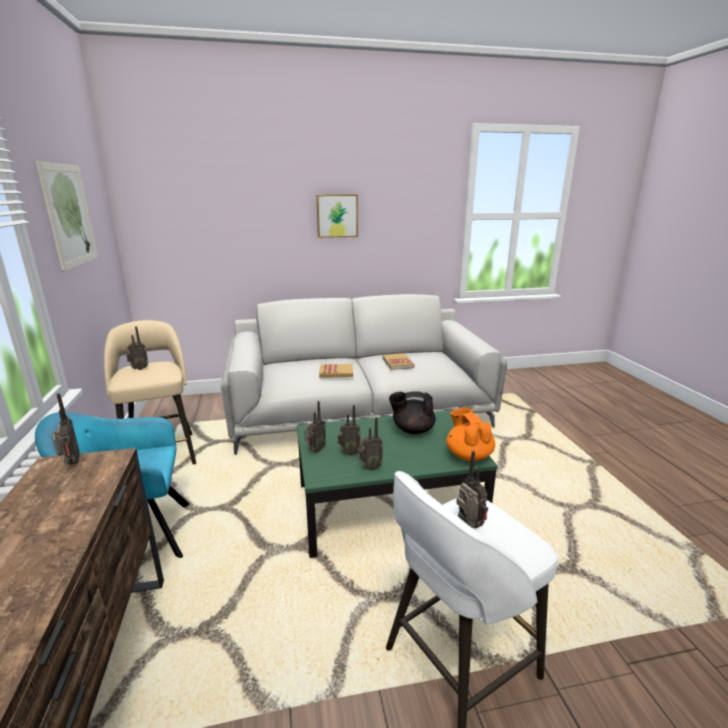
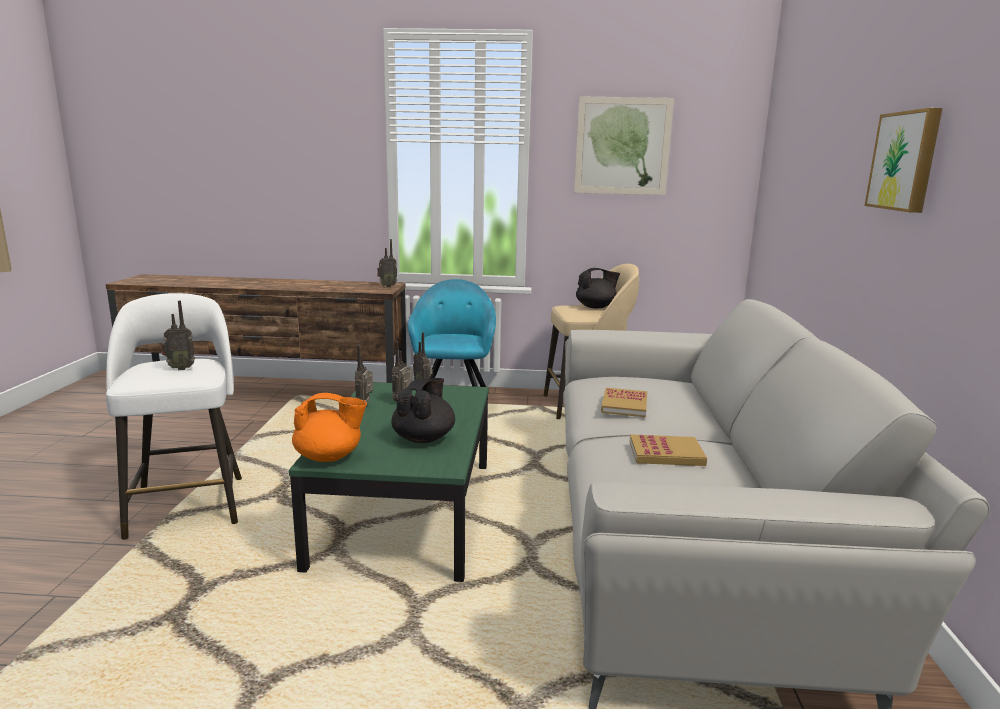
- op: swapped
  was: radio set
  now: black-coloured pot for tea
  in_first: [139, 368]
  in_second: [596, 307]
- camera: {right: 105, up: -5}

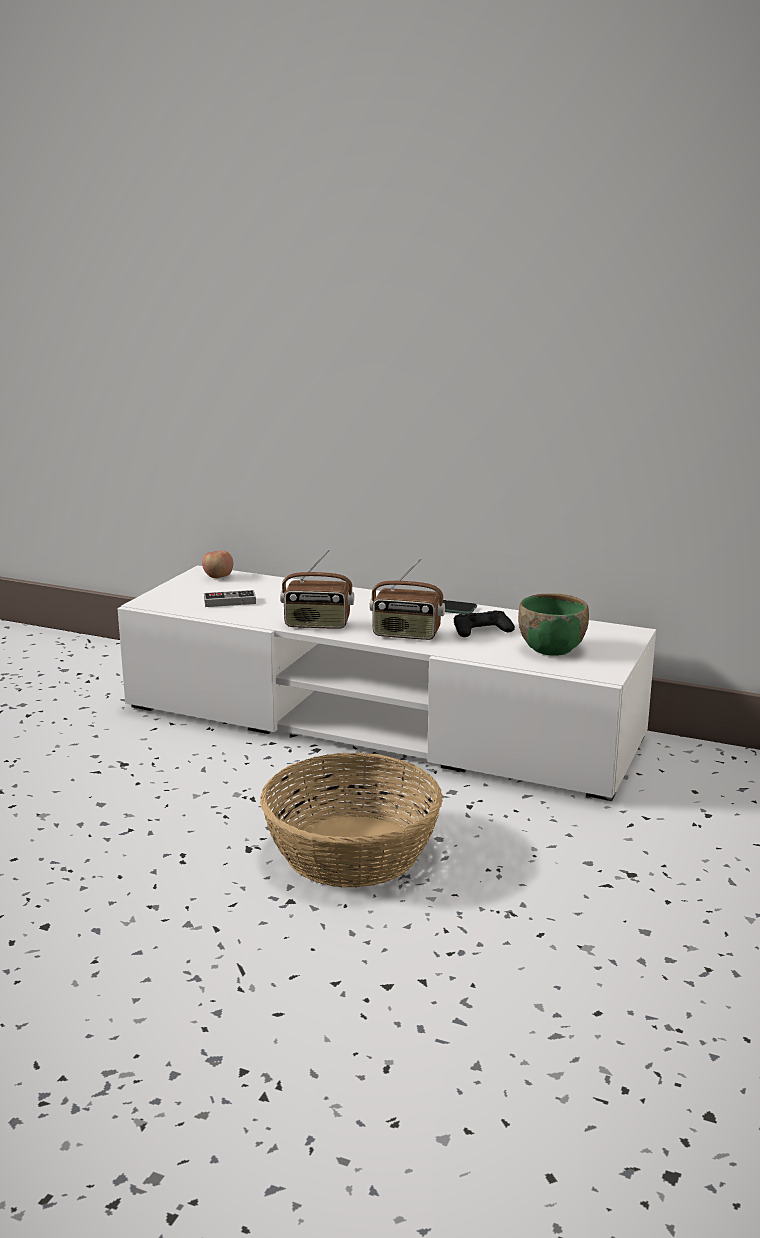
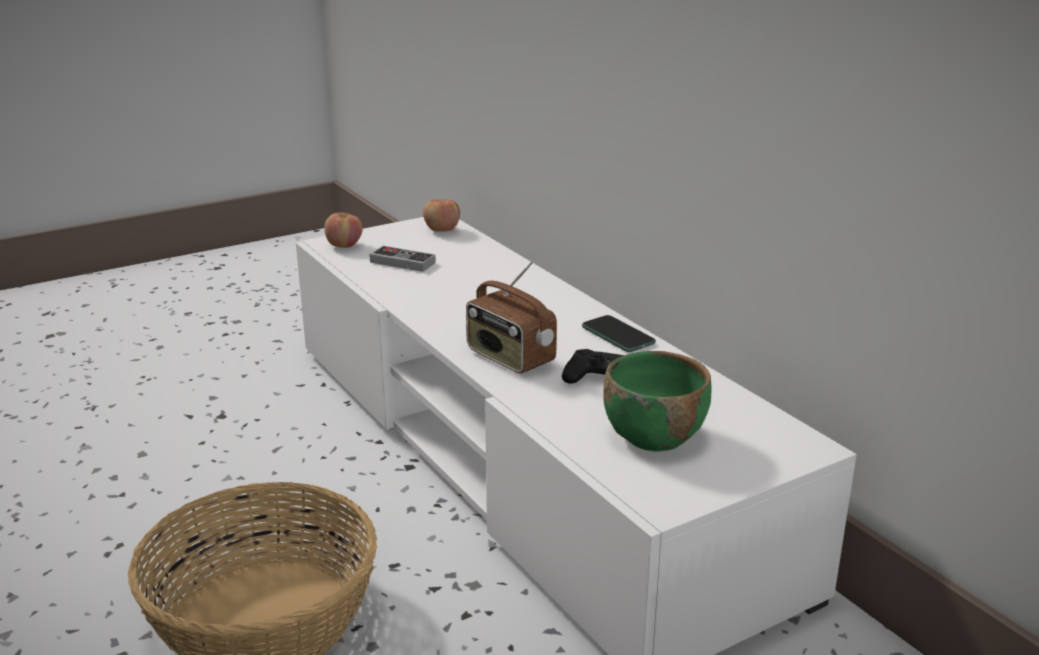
- op: gone
  was: radio set
  in_first: [317, 625]
- op: new
  now: apple
  in_second: [344, 245]
- camera: {right: 35, up: 5}

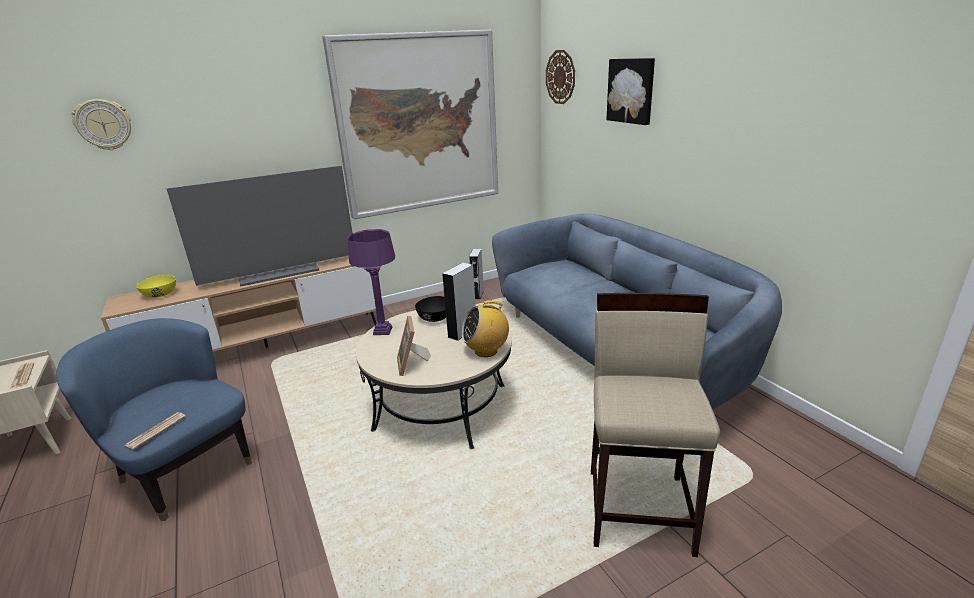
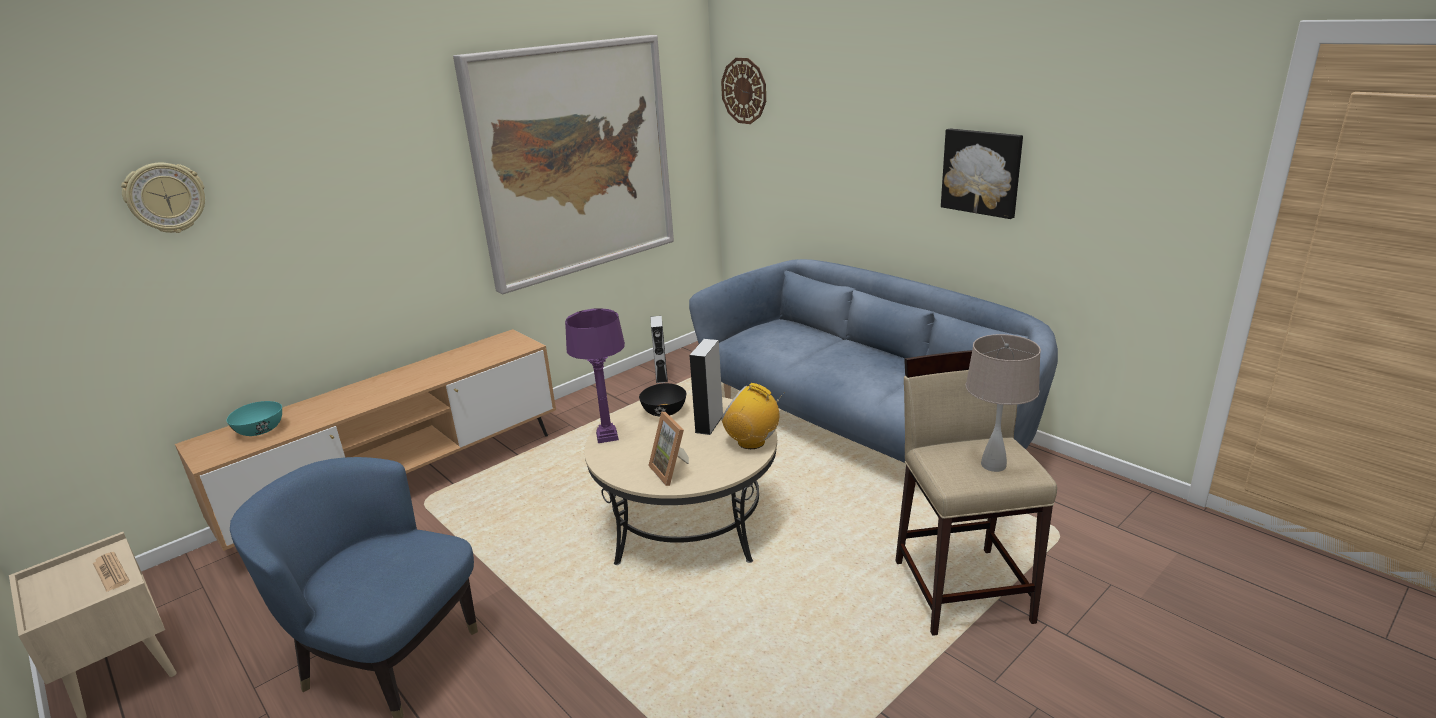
- op: gone
  was: newspaper
  in_first: [156, 431]
- op: repainted
  was: yellow-coloured bowl
  now: blue-green bowl
  in_first: [160, 295]
  in_second: [261, 430]
- op: gone
  was: TV set
  in_first: [279, 272]
- op: rotated
  was: radio set
  in_first: [486, 351]
  in_second: [752, 442]
  clockwise: 60
- op: shifted
  was: picture
  in_first: [631, 91]
  in_second: [982, 172]
- op: new
  now: beige lamp for a table
  in_second: [993, 465]
- camera: {right: -15, up: 0}

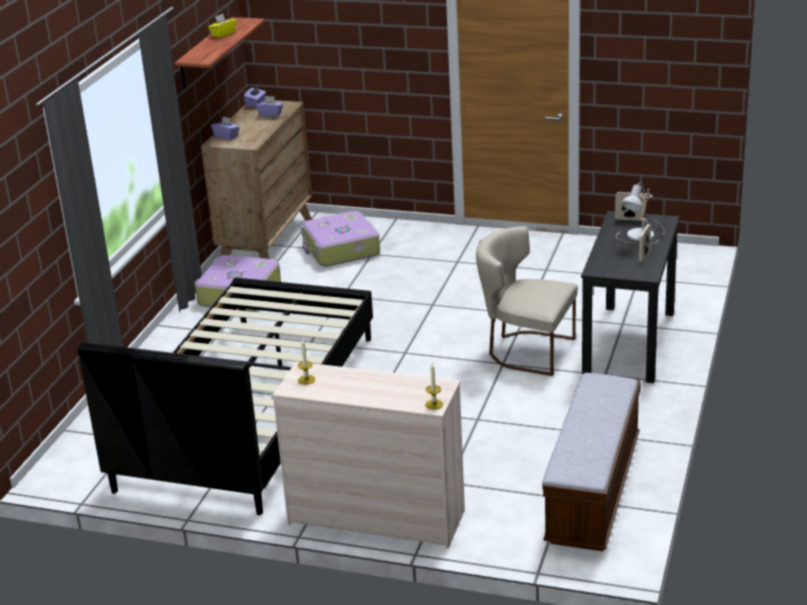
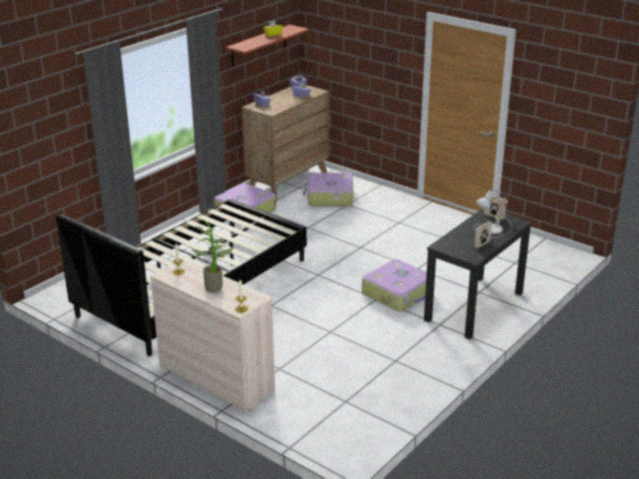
- op: swapped
  was: beige plain chair
  now: suitcase
  in_first: [525, 351]
  in_second: [398, 294]
- op: gone
  was: long seat
  in_first: [593, 490]
- op: new
  now: plant in a pot
  in_second: [215, 286]
- camera: {right: 20, up: 0}

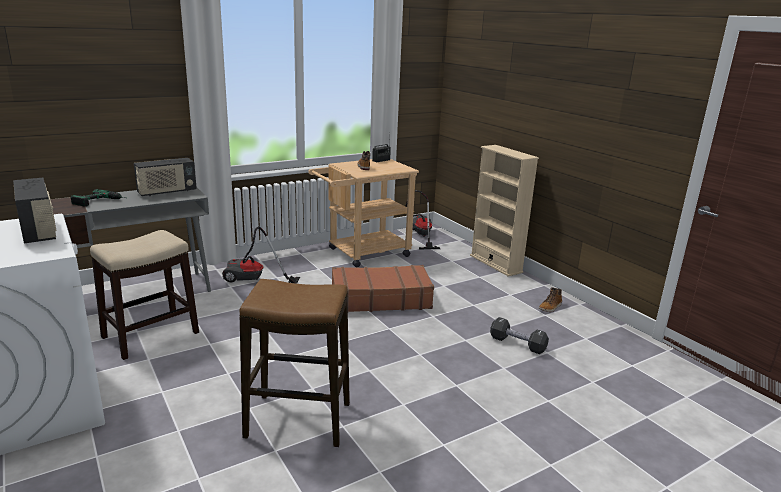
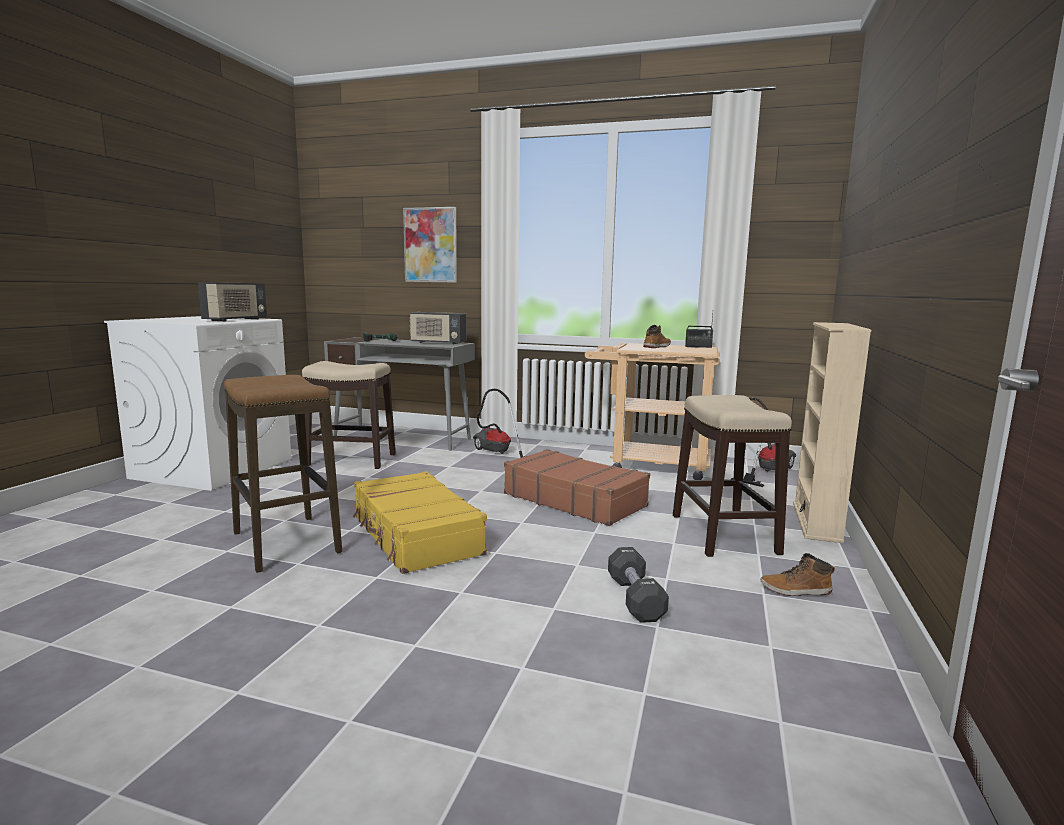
- op: new
  now: yellow-coloured suitcase
  in_second: [415, 535]
- op: new
  now: picture
  in_second: [430, 245]
- op: new
  now: sitting stool
  in_second: [724, 534]
- camera: {right: 50, up: -10}

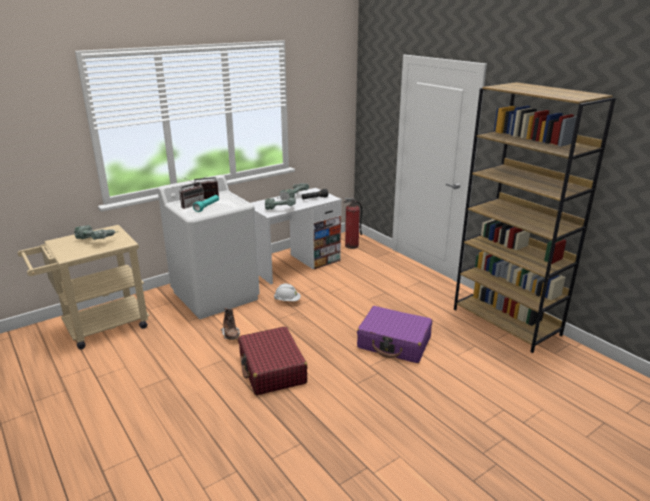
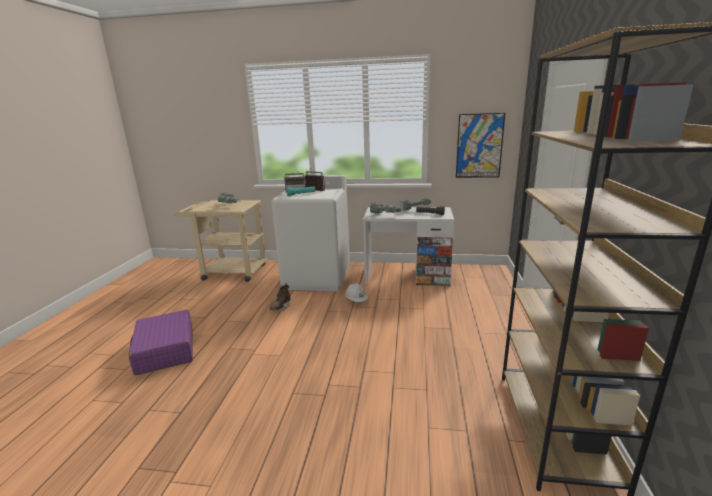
- op: gone
  was: red-coloured suitcase
  in_first: [272, 369]
- op: gone
  was: fire extinguisher
  in_first: [351, 246]
- op: shifted
  was: purplish suitcase
  in_first: [394, 343]
  in_second: [165, 350]
- op: new
  now: picture
  in_second: [479, 146]
- camera: {right: 45, up: -5}

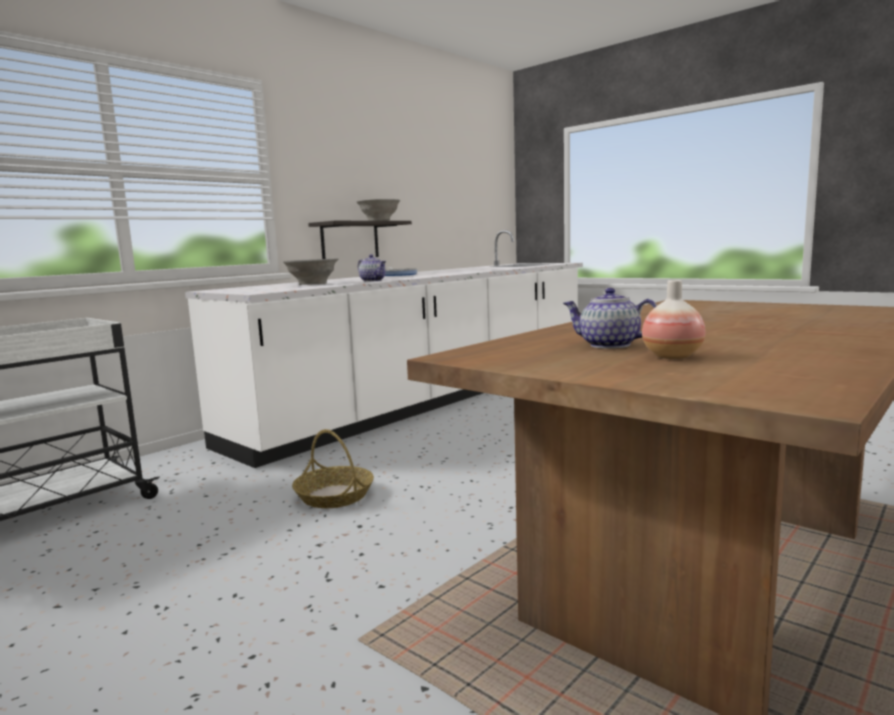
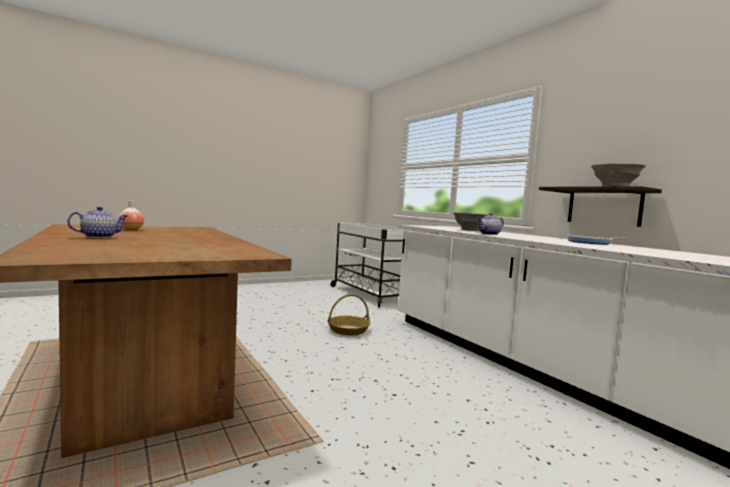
- op: shifted
  was: pot for tea
  in_first: [608, 345]
  in_second: [99, 236]
- camera: {right: 105, up: -5}

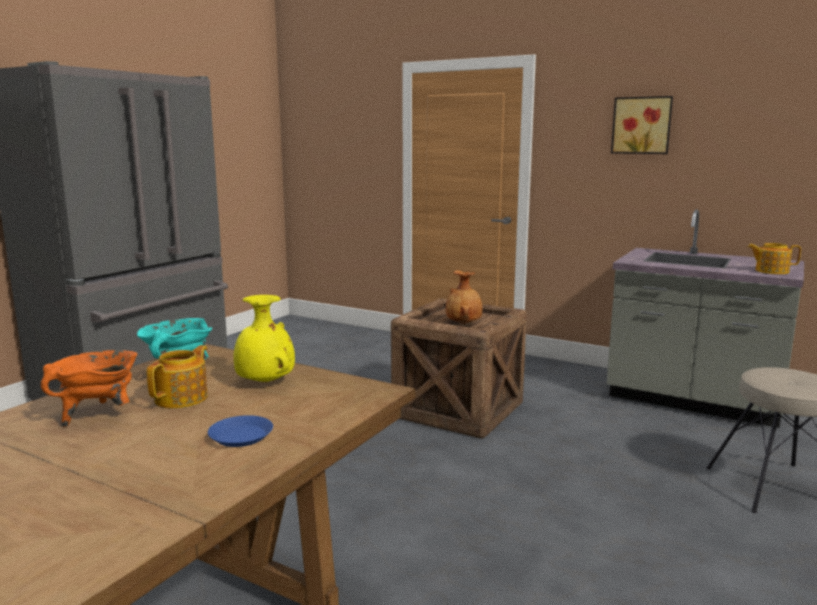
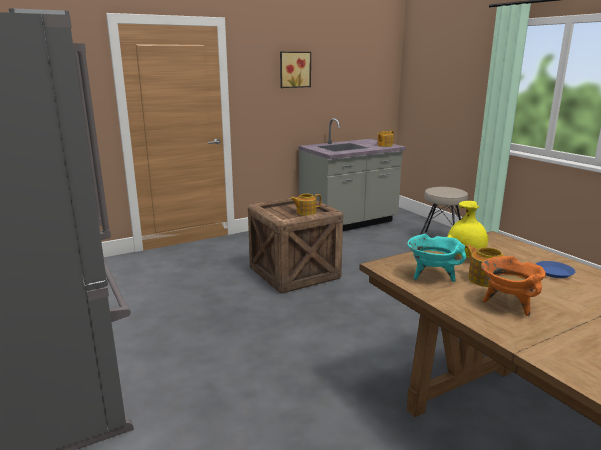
- op: swapped
  was: brownish decorative vase
  now: pot for tea
  in_first: [464, 323]
  in_second: [305, 212]
- camera: {right: -60, up: 5}

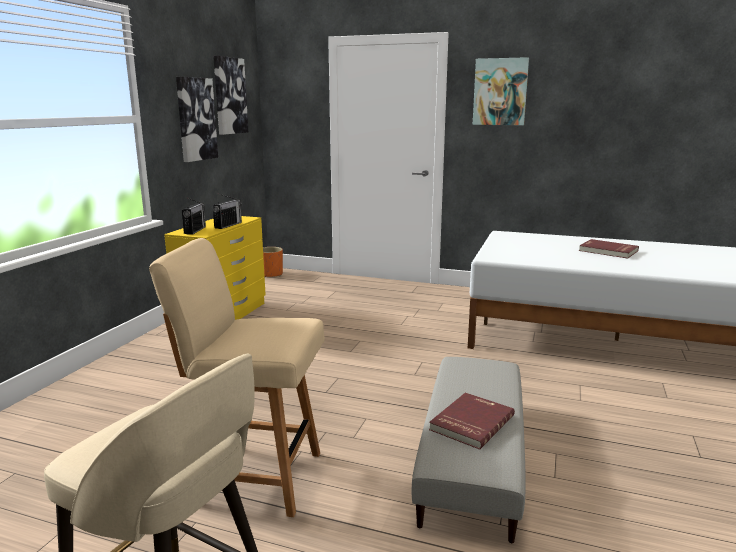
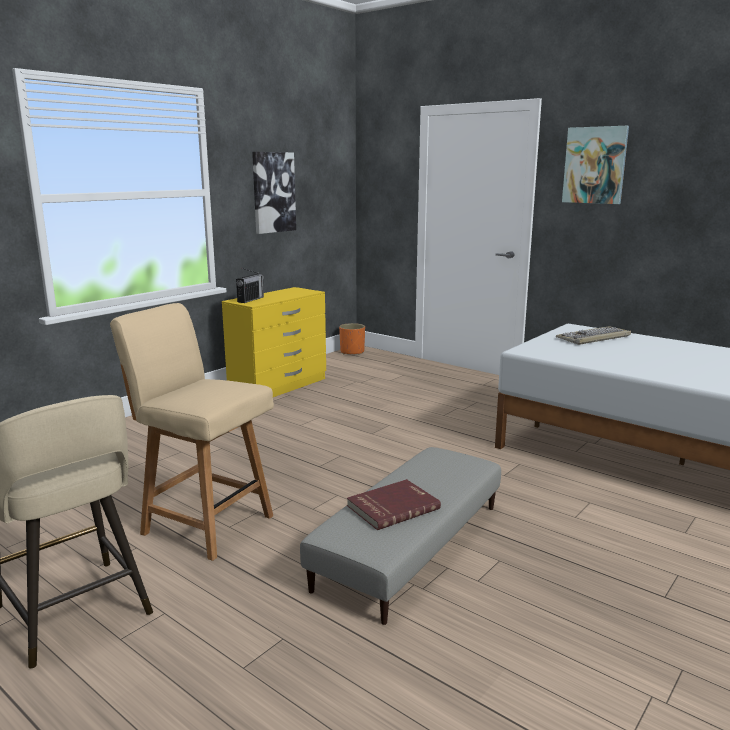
- op: gone
  was: picture
  in_first: [229, 96]
- op: gone
  was: radio set
  in_first: [228, 225]
- op: gone
  was: red-coloured book
  in_first: [608, 251]
- op: new
  now: computer keyboard
  in_second: [594, 338]
- camera: {right: 20, up: 0}

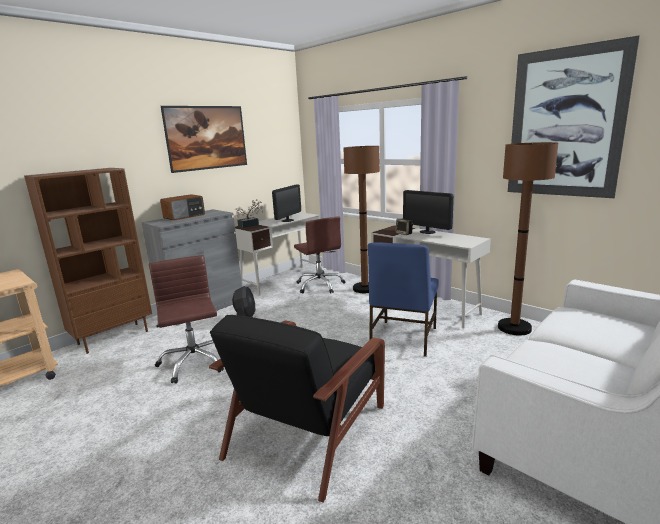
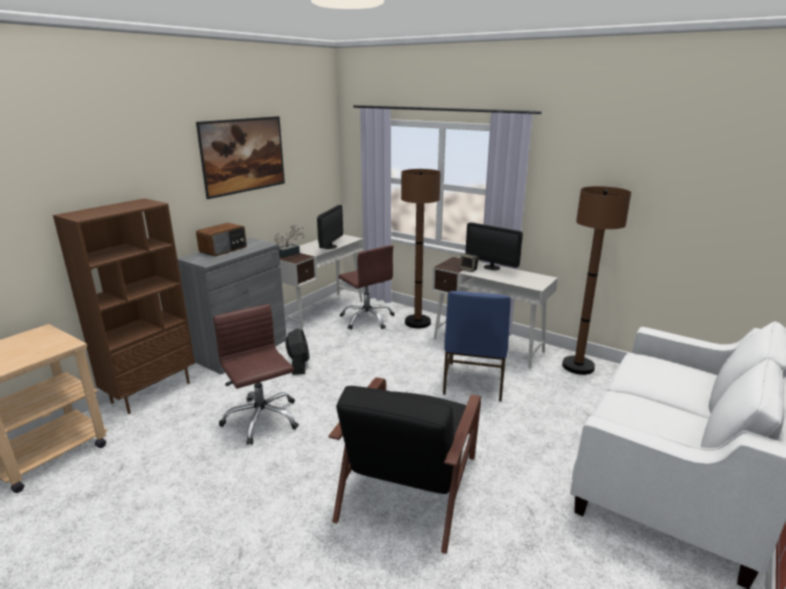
- op: gone
  was: picture
  in_first: [565, 124]
- camera: {right: -10, up: 5}

